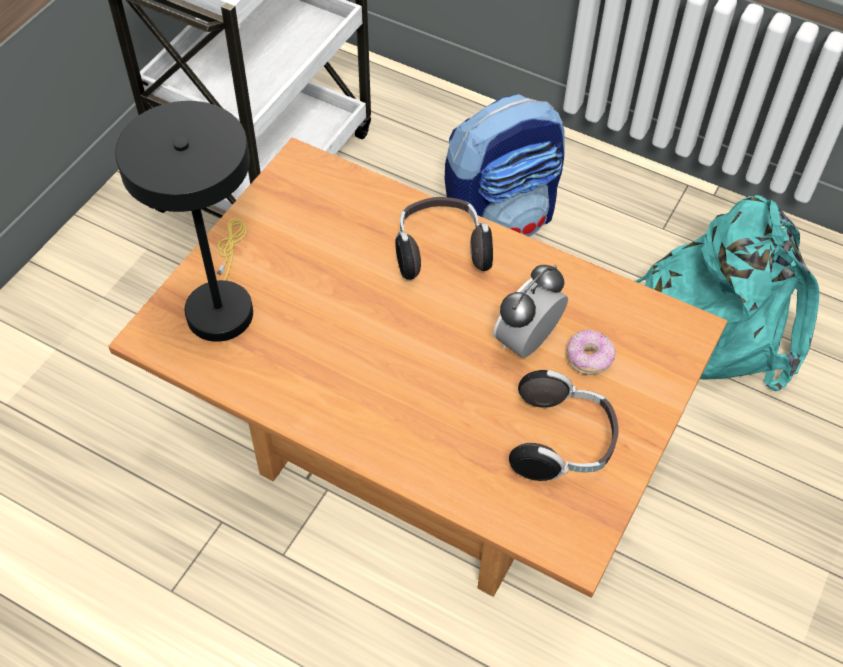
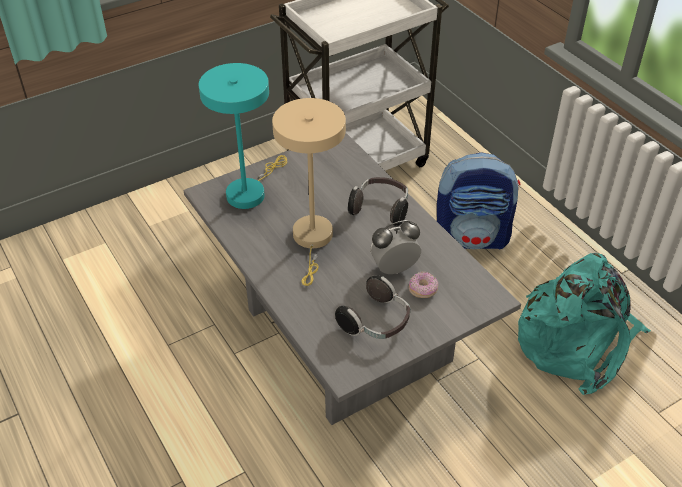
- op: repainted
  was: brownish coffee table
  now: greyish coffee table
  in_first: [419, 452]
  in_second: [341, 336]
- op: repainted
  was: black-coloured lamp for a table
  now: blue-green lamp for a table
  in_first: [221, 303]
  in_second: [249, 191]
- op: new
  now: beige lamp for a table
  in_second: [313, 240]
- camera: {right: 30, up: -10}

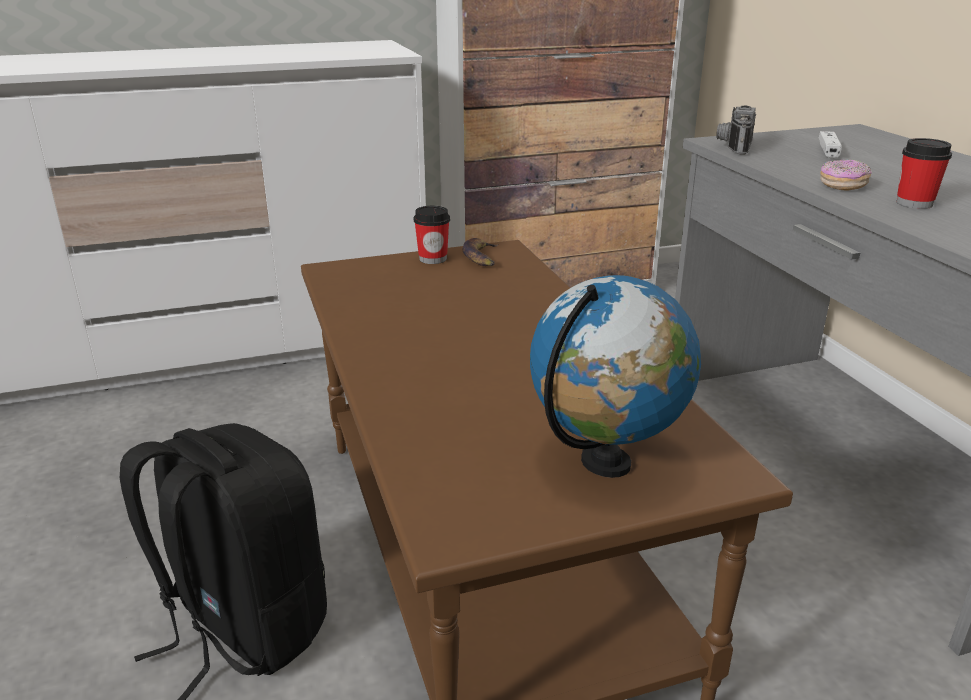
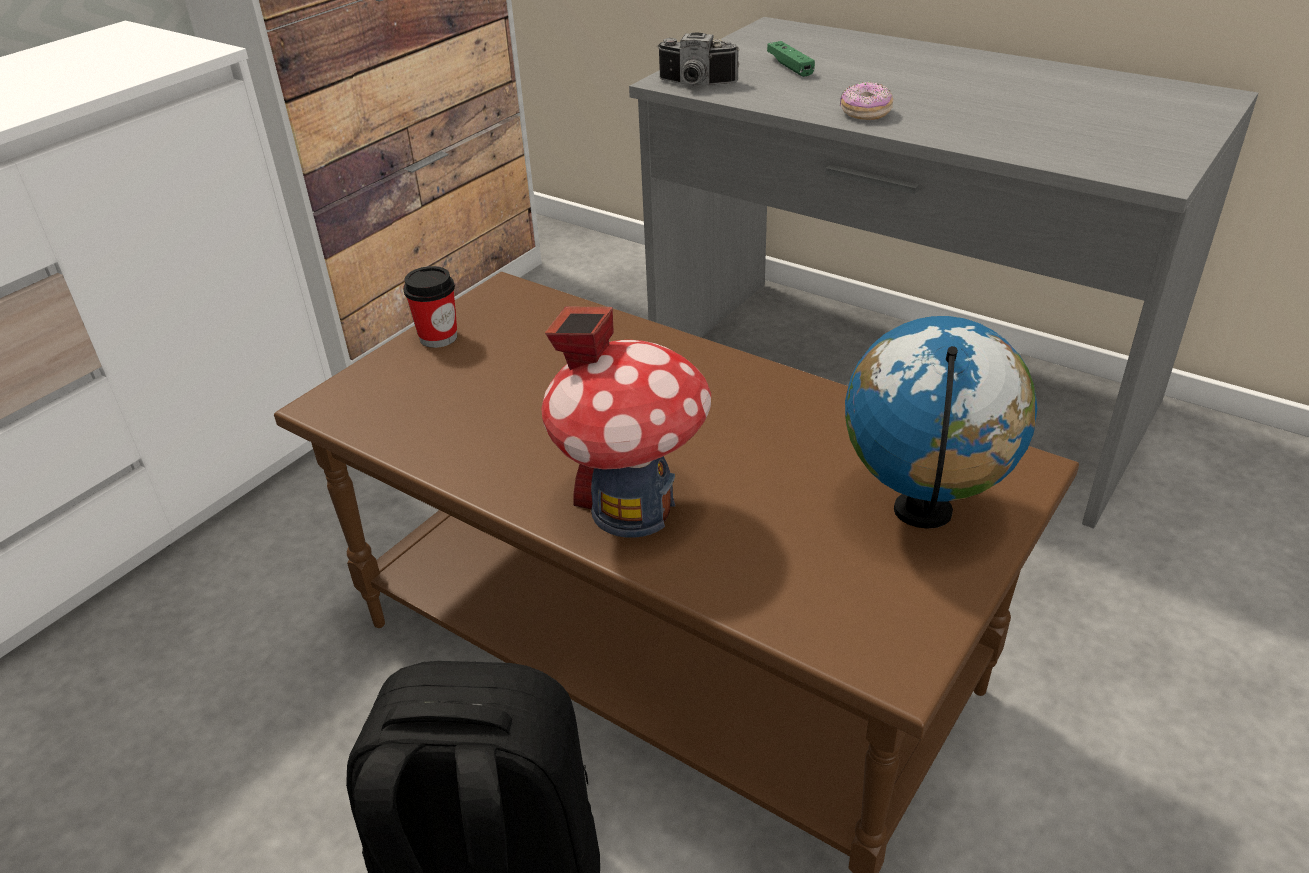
- op: gone
  was: banana fruit
  in_first: [481, 257]
- op: rotated
  was: photo camera
  in_first: [732, 146]
  in_second: [695, 85]
  clockwise: -60
- op: repainted
  was: whitish gamepad
  now: green-coloured gamepad
  in_first: [828, 151]
  in_second: [790, 66]
- op: gone
  was: cup
  in_first: [914, 203]
- op: new
  now: toy house
  in_second: [632, 508]
- camera: {right: -35, up: 10}

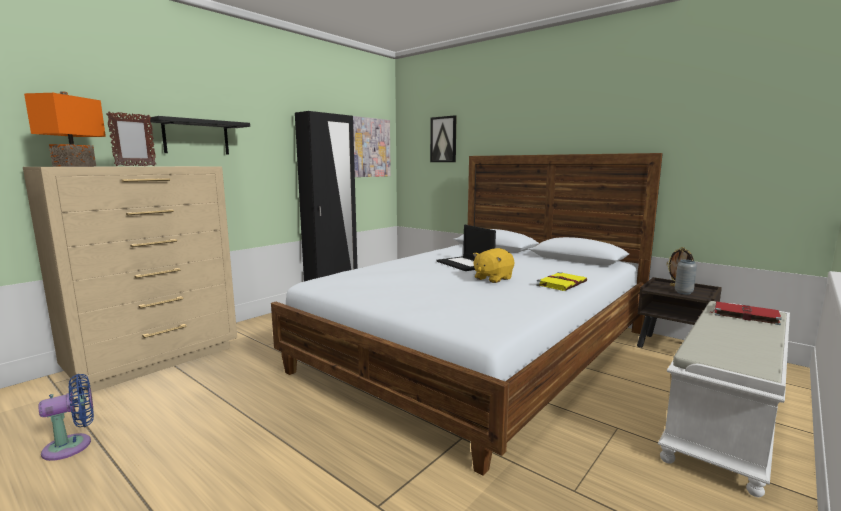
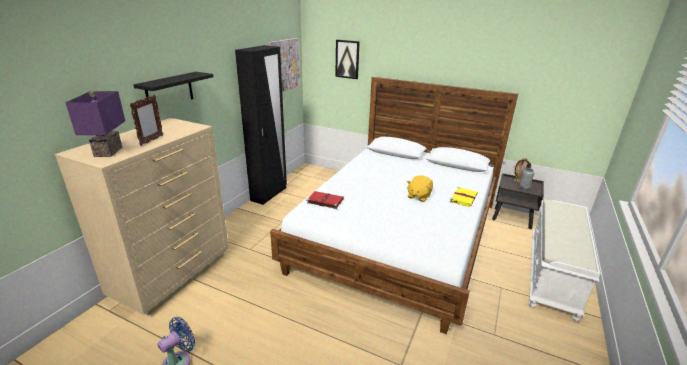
- op: repainted
  was: orange-coloured lamp for a table
  now: purplish lamp for a table
  in_first: [76, 166]
  in_second: [109, 152]
- op: gone
  was: laptop
  in_first: [465, 264]
- op: shifted
  was: red-coloured book
  in_first: [744, 315]
  in_second: [324, 201]
- camera: {right: -15, up: 15}

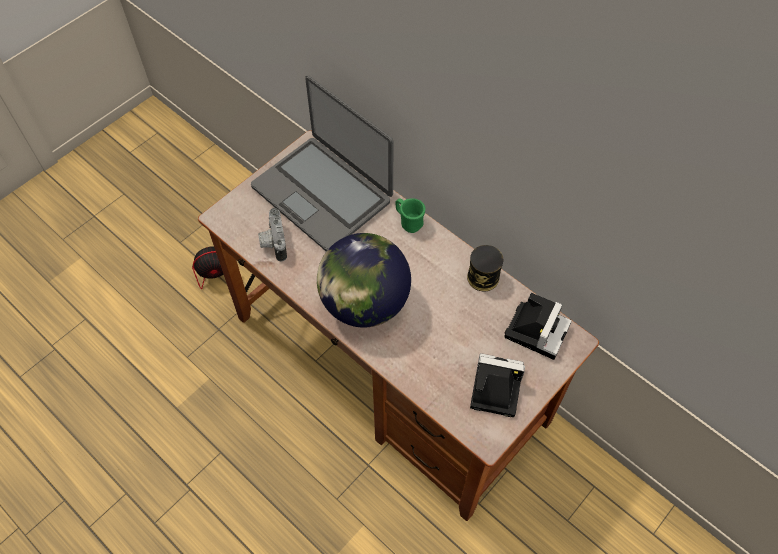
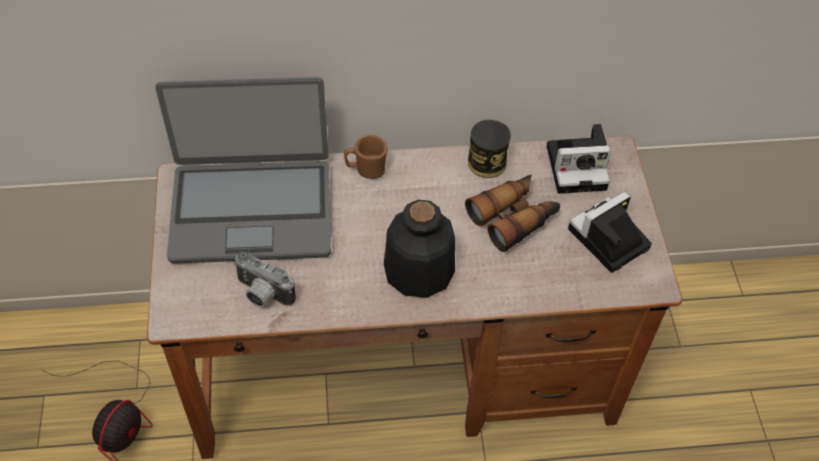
- op: swapped
  was: desk globe
  now: beverage bottle
  in_first: [364, 303]
  in_second: [418, 270]
- op: repainted
  was: green-coloured tea mug
  now: brownish tea mug
  in_first: [408, 222]
  in_second: [366, 170]
- op: rotated
  was: photo camera
  in_first: [536, 329]
  in_second: [579, 166]
  clockwise: 105
- op: new
  now: binoculars
  in_second: [514, 217]
- camera: {right: -50, up: -5}

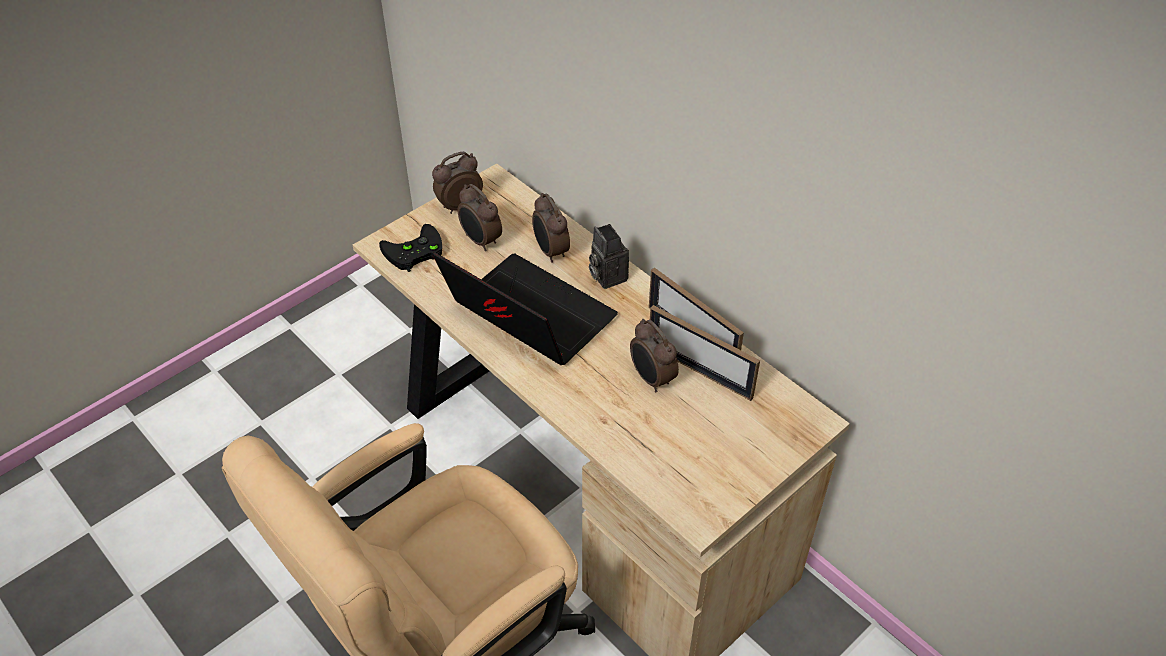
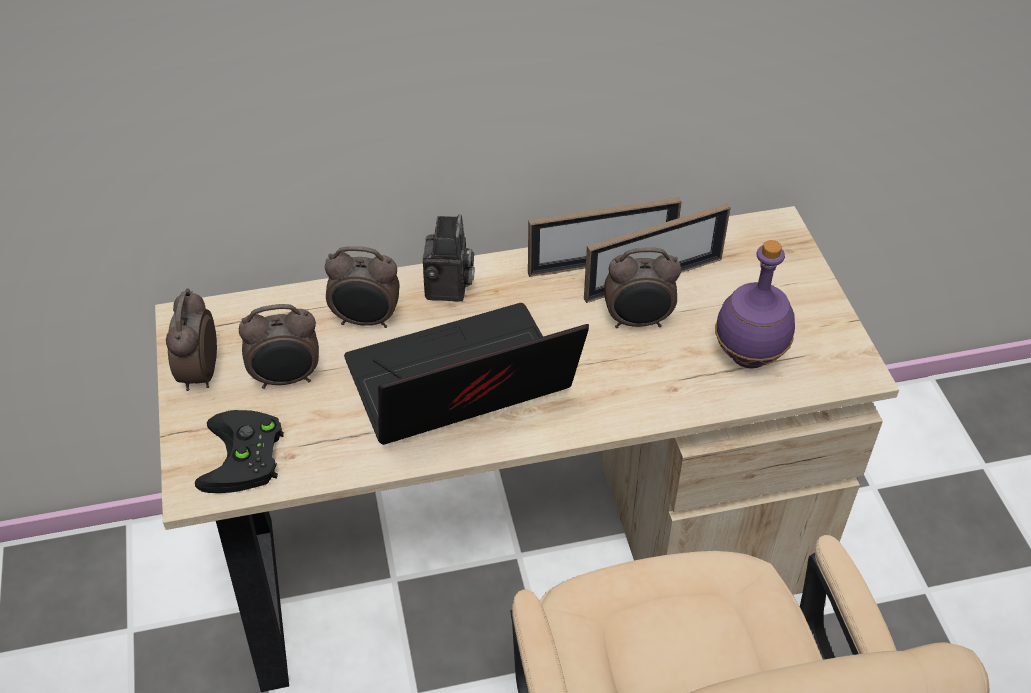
- op: rotated
  was: photo camera
  in_first: [606, 275]
  in_second: [449, 289]
  clockwise: -90
- op: new
  now: purplish beverage bottle
  in_second: [747, 356]
- camera: {right: -60, up: 0}

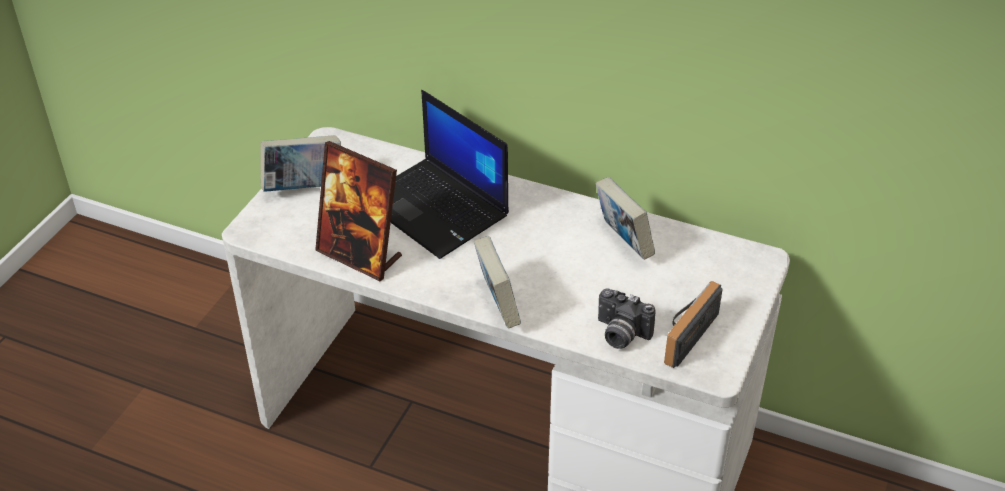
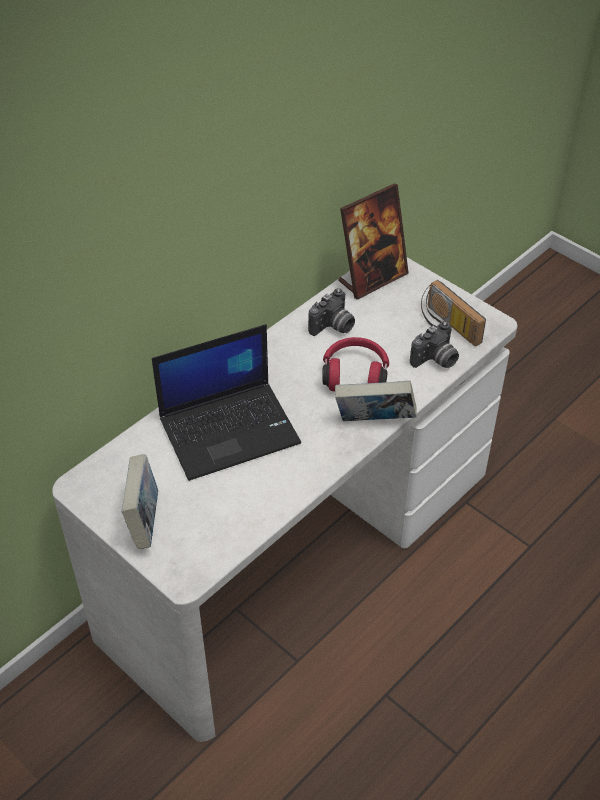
- op: shifted
  was: photo frame
  in_first: [360, 255]
  in_second: [372, 278]
- op: swapped
  was: book
  now: photo camera
  in_first: [623, 242]
  in_second: [333, 327]
- op: new
  now: red-coloured headphones
  in_second: [355, 374]
- camera: {right: -70, up: 5}

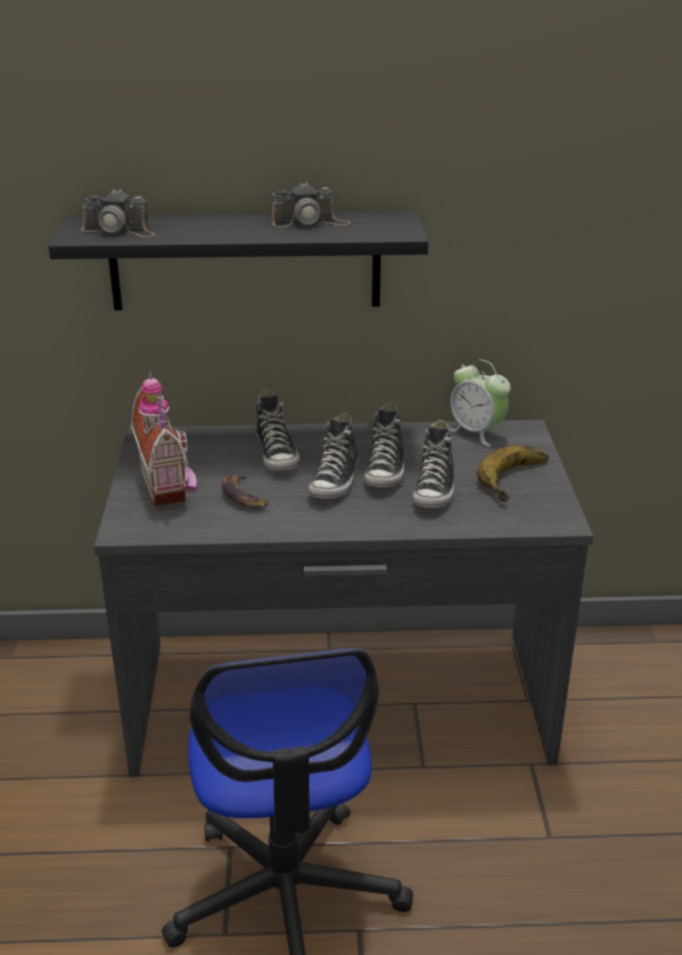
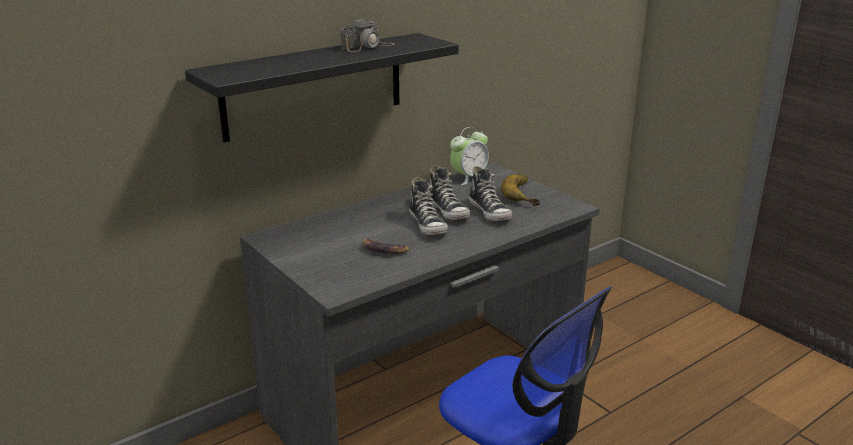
- op: gone
  was: photo camera
  in_first: [120, 230]
- op: gone
  was: toy house
  in_first: [170, 484]
- op: gone
  was: shoe
  in_first: [277, 455]
- op: rotated
  was: table clock
  in_first: [477, 433]
  in_second: [469, 178]
  clockwise: -45
- camera: {right: -35, up: -5}

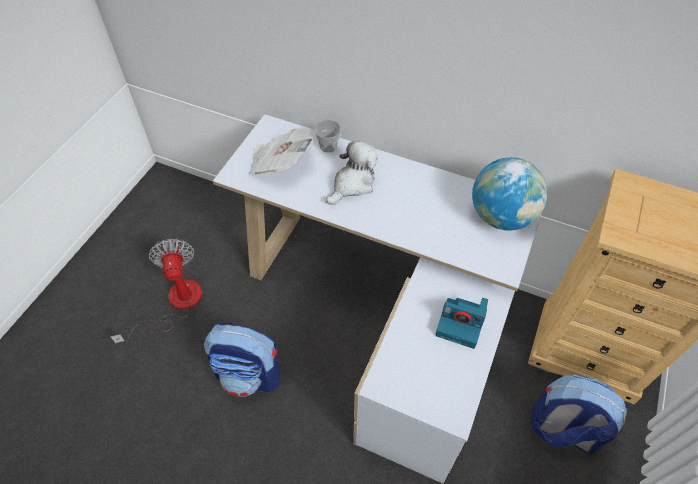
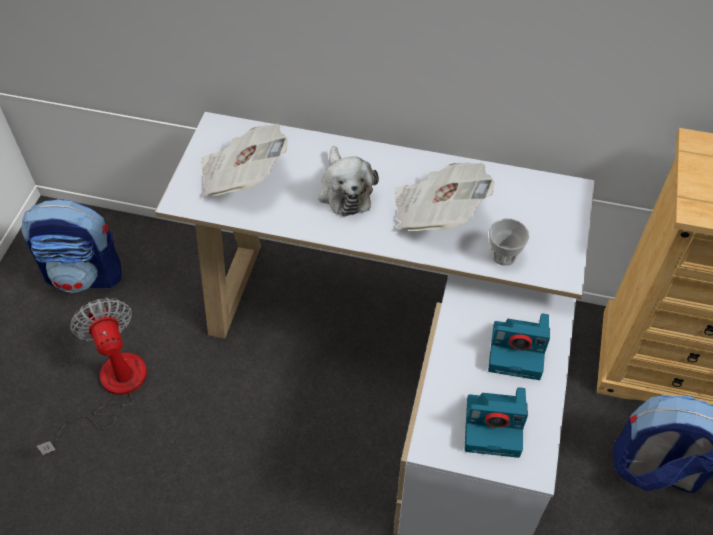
- op: shifted
  was: knapsack
  in_first: [250, 374]
  in_second: [85, 274]
- op: shifted
  was: cup
  in_first: [328, 146]
  in_second: [504, 255]
- op: rotated
  was: plush toy
  in_first: [352, 184]
  in_second: [345, 191]
  clockwise: 135
- op: gone
  was: desk globe
  in_first: [501, 216]
- op: new
  now: newspaper
  in_second: [437, 213]
- op: new
  now: photo camera
  in_second: [494, 426]
- camera: {right: -10, up: 0}

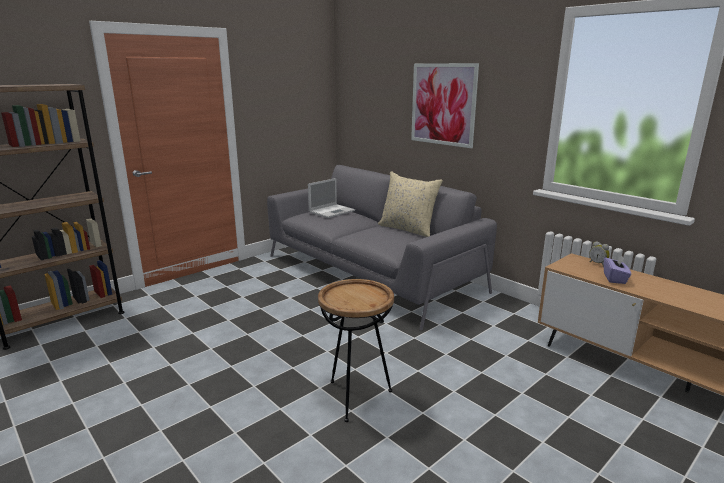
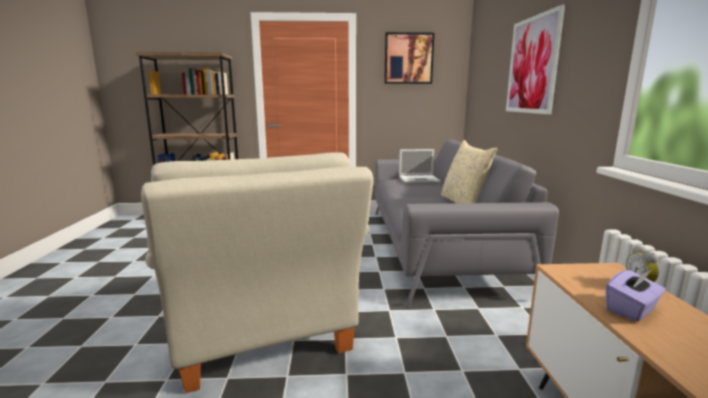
- op: swapped
  was: brownish side table
  now: beige armchair
  in_first: [356, 397]
  in_second: [262, 333]
- op: new
  now: picture
  in_second: [408, 58]
- camera: {right: 40, up: -5}

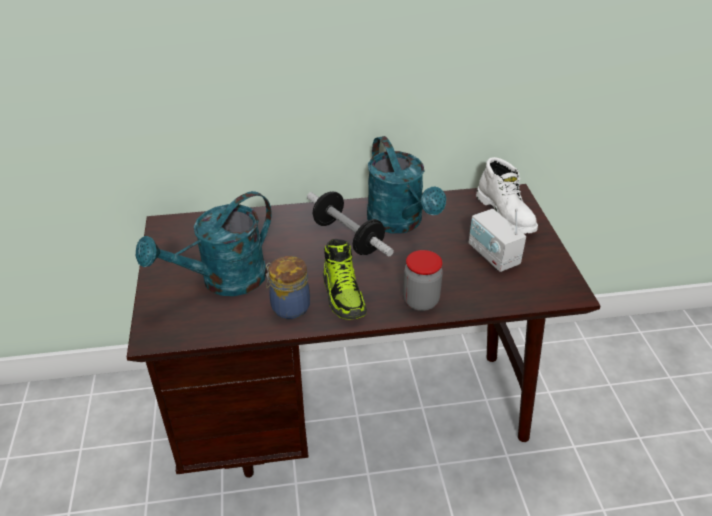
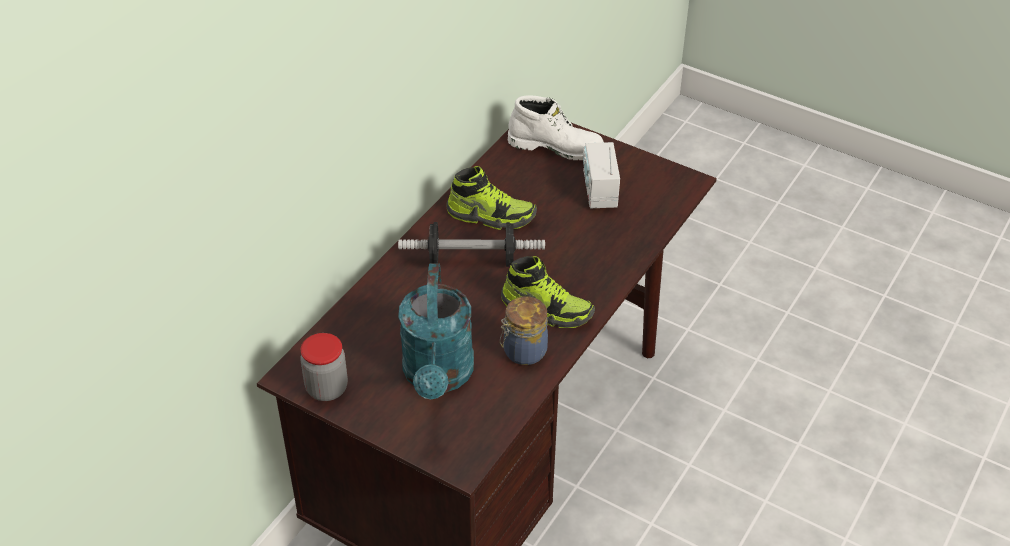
- op: swapped
  was: blue-green watering pot
  now: shoe
  in_first: [400, 223]
  in_second: [491, 216]
- op: shifted
  was: storage jar
  in_first: [420, 301]
  in_second: [327, 388]
- op: rotated
  was: radio set
  in_first: [493, 255]
  in_second: [599, 191]
  clockwise: 75
- camera: {right: -50, up: 5}

